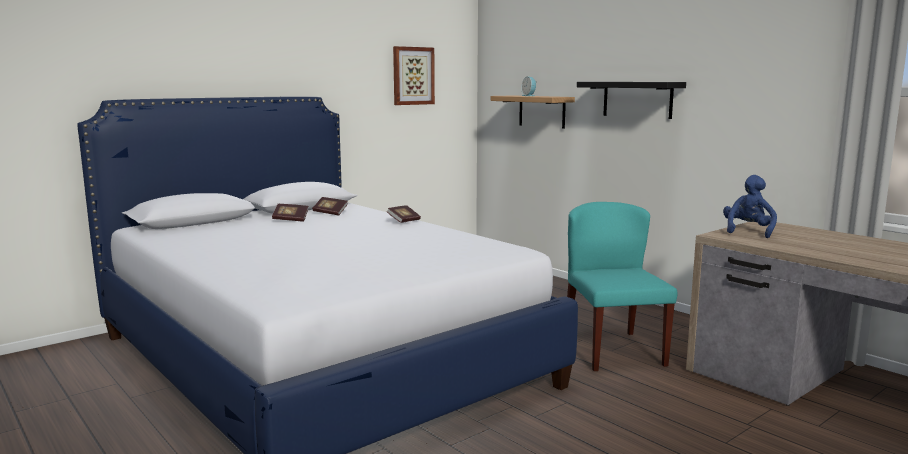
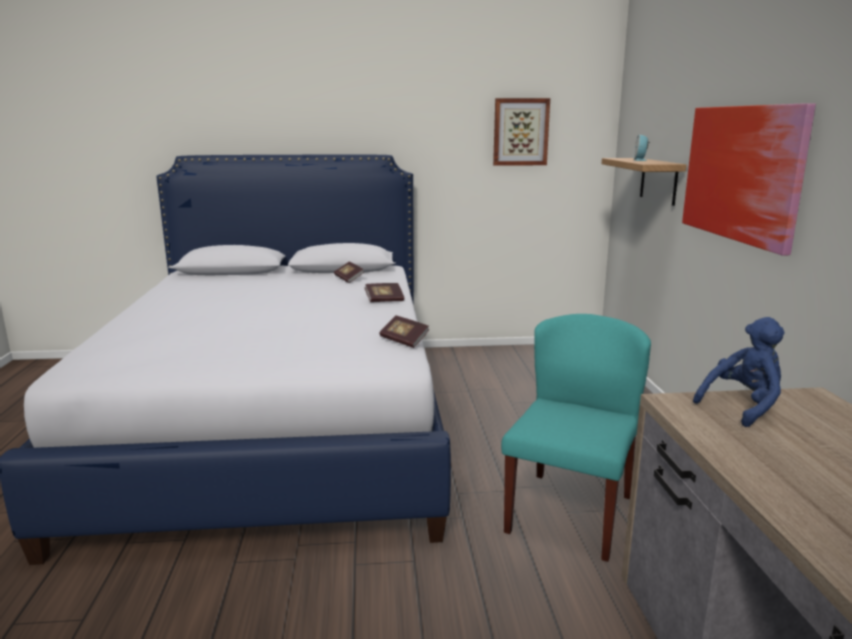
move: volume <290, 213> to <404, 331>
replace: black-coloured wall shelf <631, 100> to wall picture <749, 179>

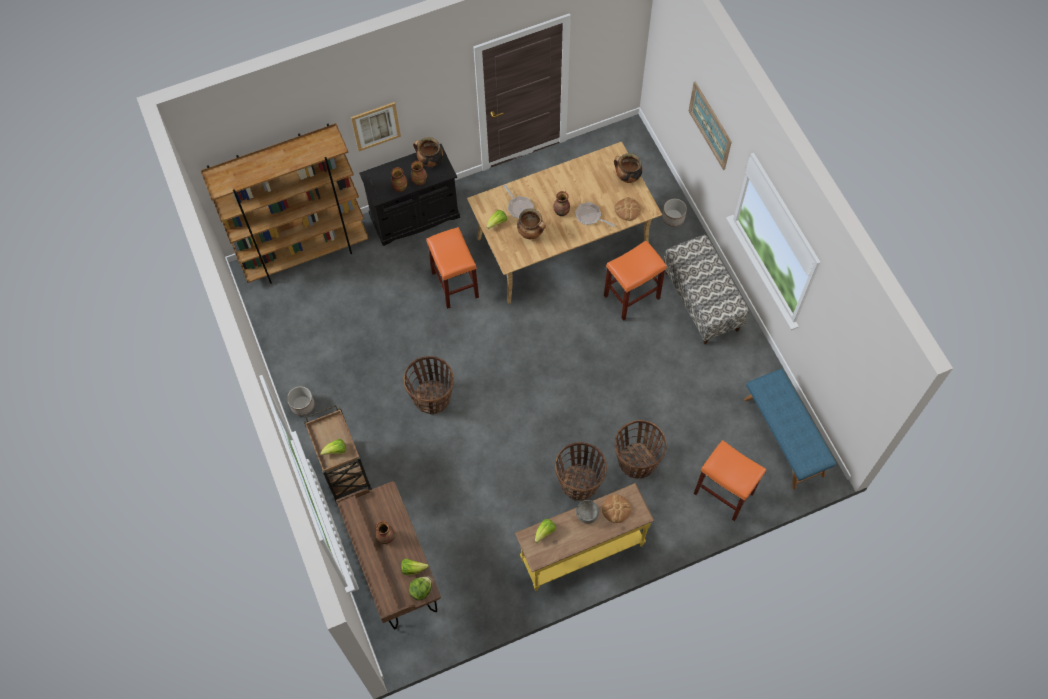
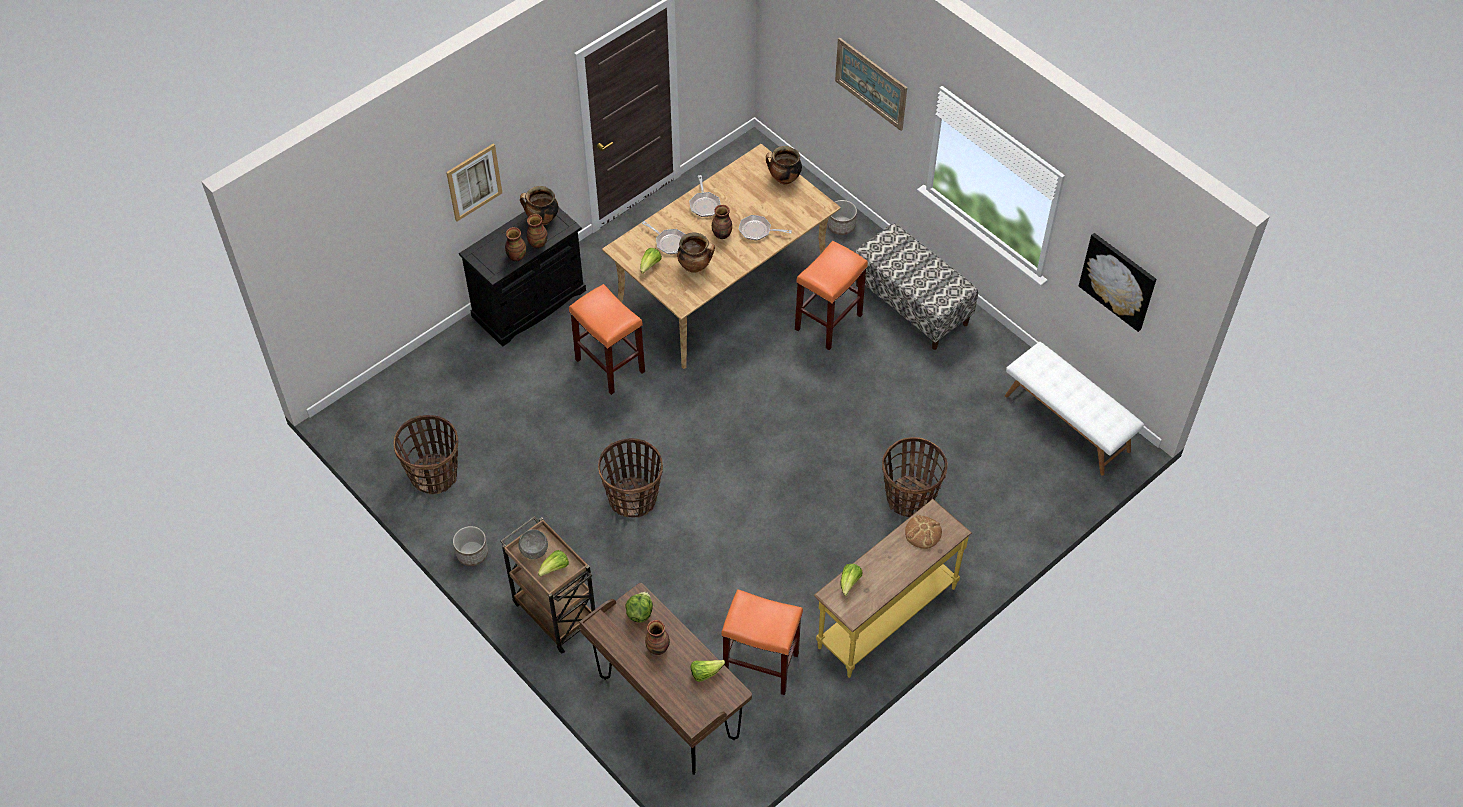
delete: brownish bookshelf <285, 203>; baked bread <627, 209>
insert: pan <705, 196>; wall picture <1117, 282>
move: basket <581, 471> to <425, 454>; grey deep dish <587, 512> to <533, 544>; head of lettuce <420, 589> to <639, 607>; orange stool <730, 480> to <762, 642>
recolor: blue indoor bench <790, 429> to white-coloured indoor bench <1074, 409>

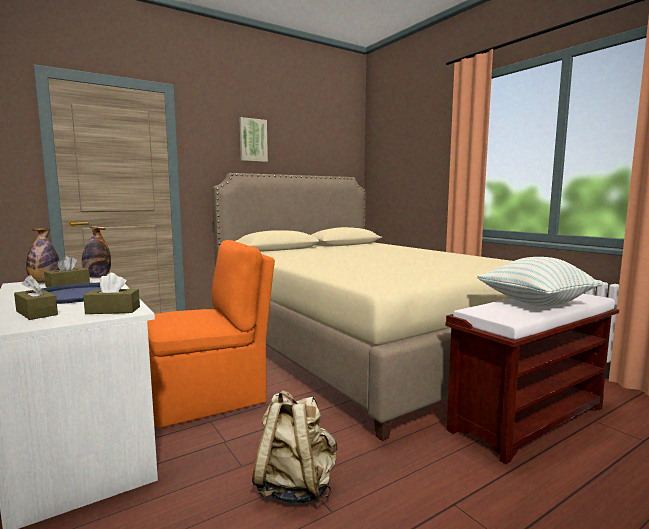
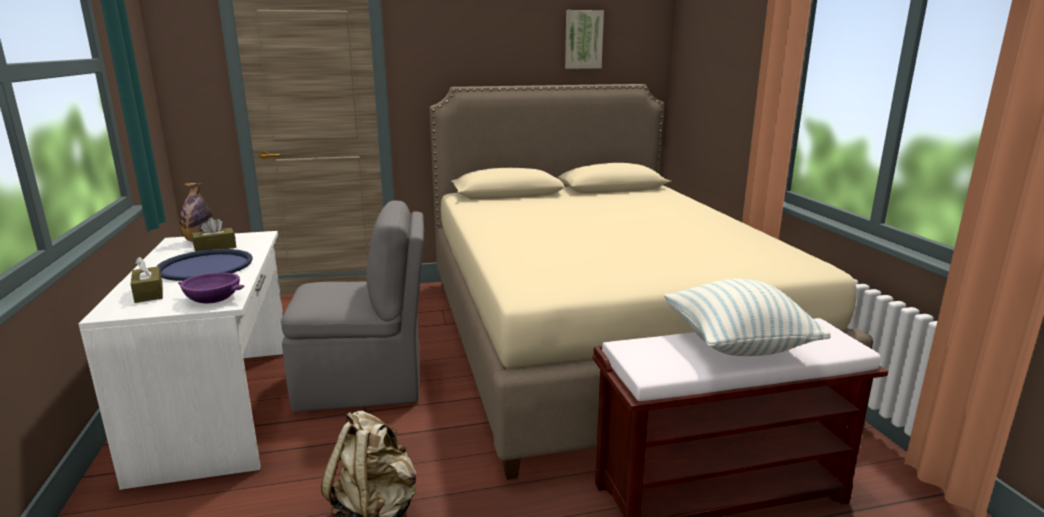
delete: drink bottle <96, 252>
move: wall picture <253, 139> to <584, 39>
replace: brownish tissue holder <111, 293> to purple deep dish <211, 288>
recolor: orange plain chair <211, 334> to grey plain chair <352, 306>

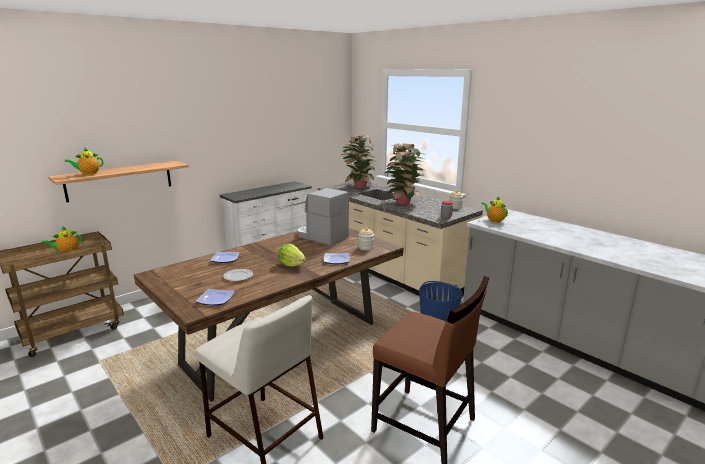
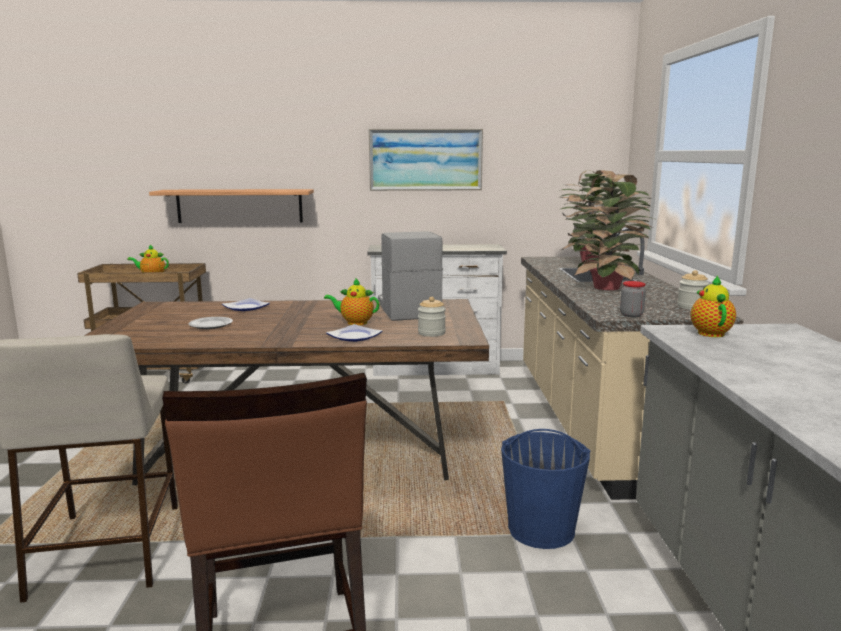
delete: plate <215, 297>; head of lettuce <292, 255>
insert: wall picture <426, 160>
move: tea pot <84, 161> to <351, 301>

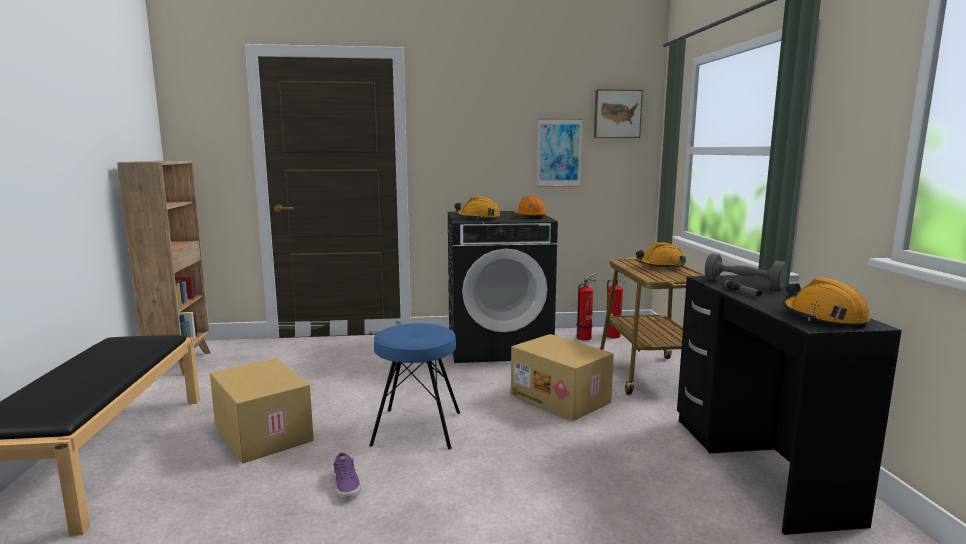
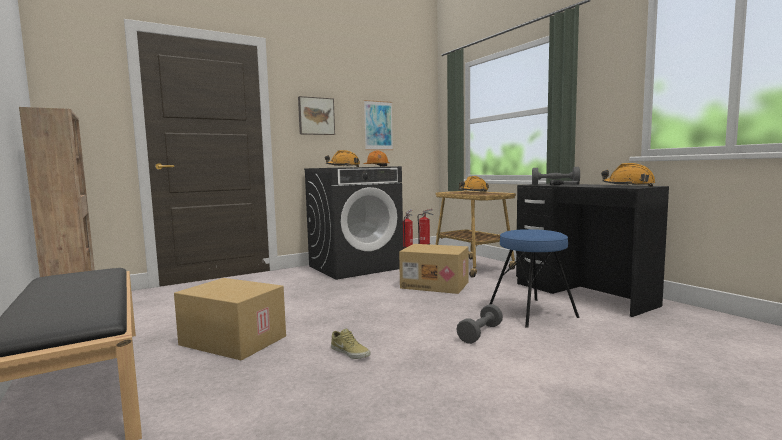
insert: grey dumbbell <479, 324>
move: wall picture <618, 113> to <316, 115>; blue stool <414, 386> to <534, 278>
recolor: purple low shoe <347, 475> to sand-coloured low shoe <350, 344>

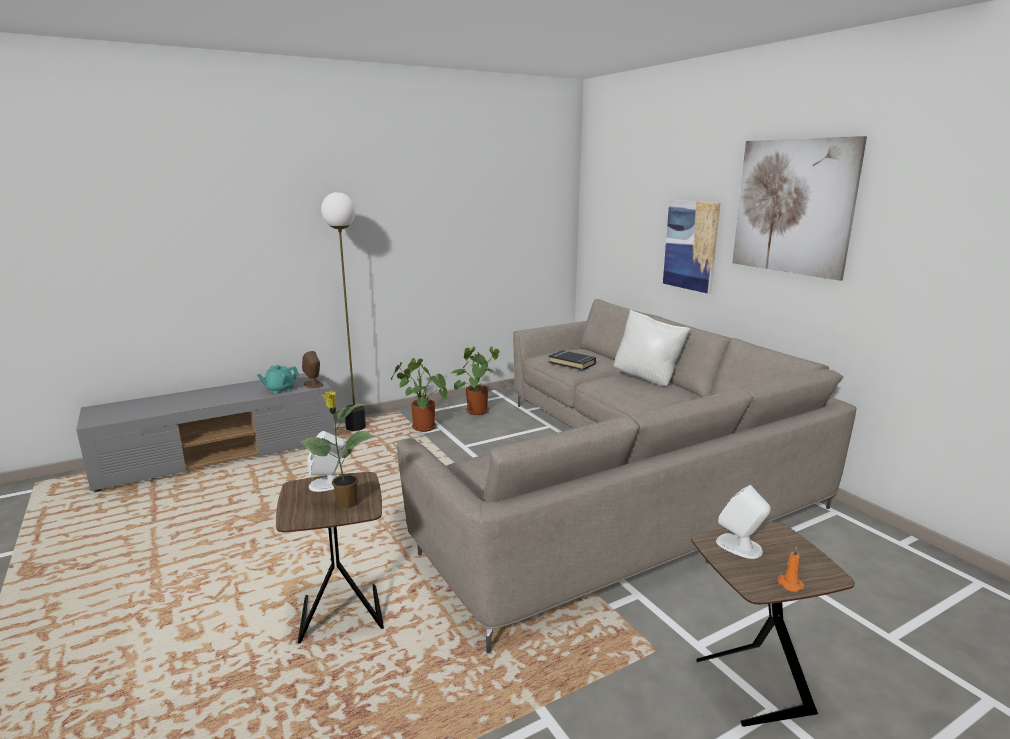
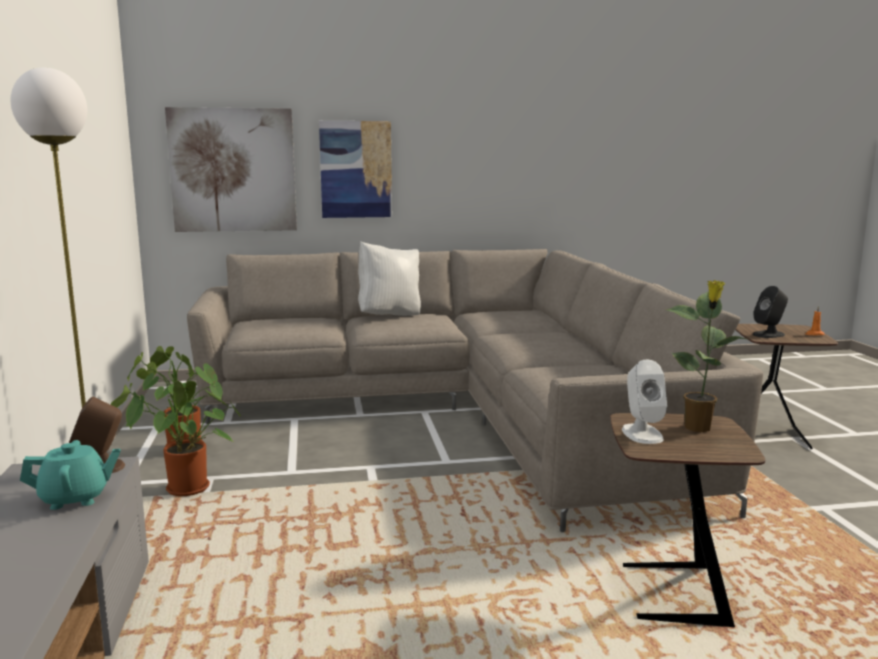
delete: black-coloured volume <572, 360>
move: wall picture <799, 208> to <231, 169>
recolor: white-coloured audio speaker <743, 522> to black-coloured audio speaker <770, 312>
rotate: turquoise tea pot <278, 379> = <70, 475> 90 degrees counterclockwise

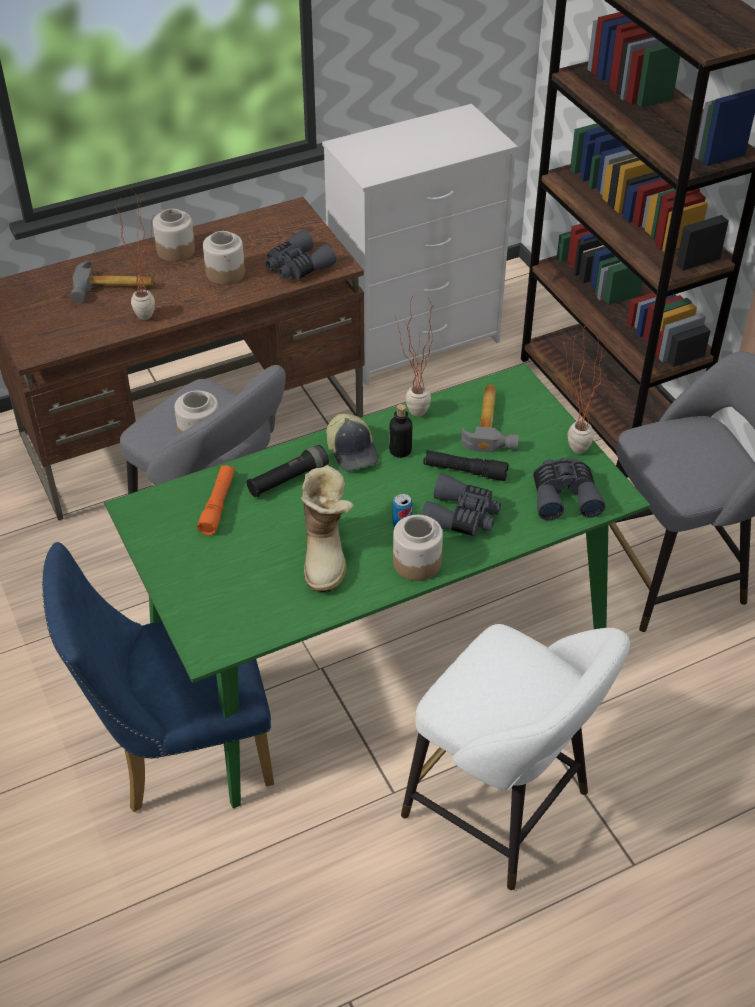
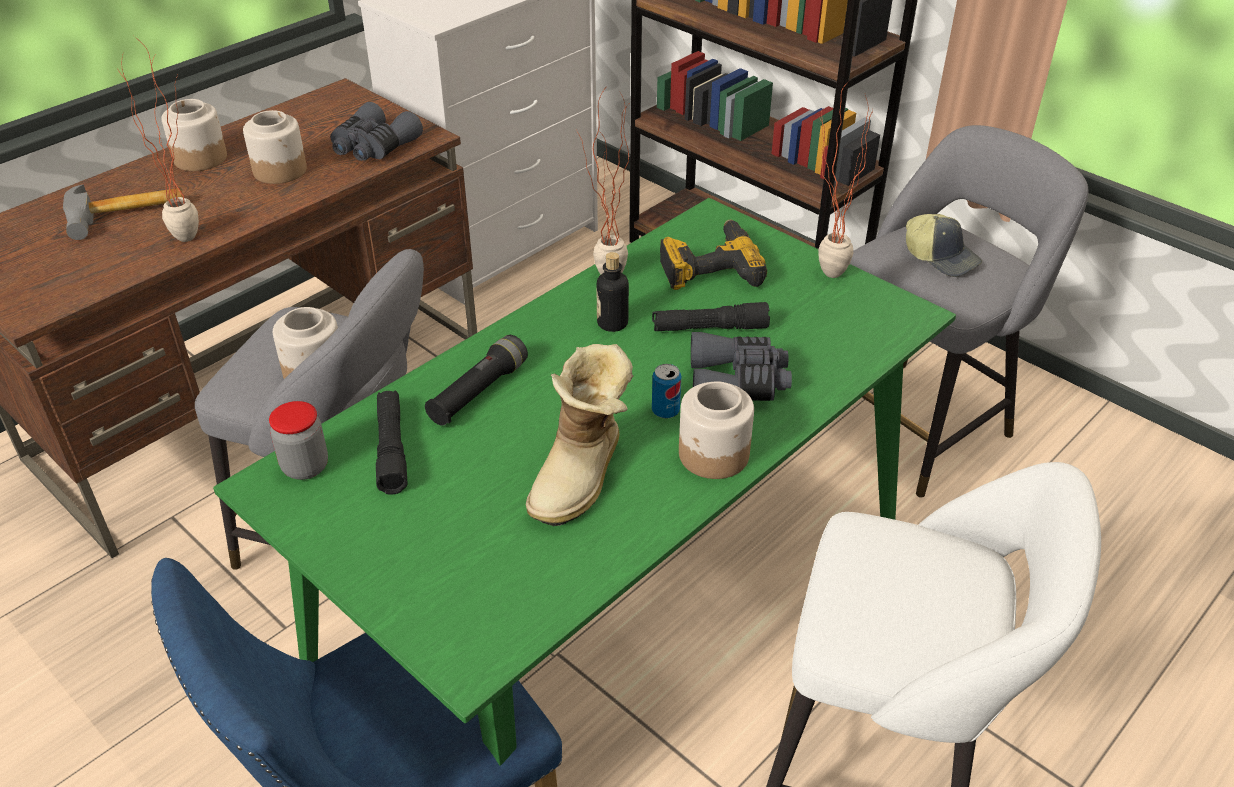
delete: grey field glasses <569, 489>
insert: preserve jar <298, 440>
move: baseball cap <352, 443> to <944, 245>
replace: tool hammer <490, 419> to power drill <713, 255>
recolor: orange hand torch <216, 500> to black-coloured hand torch <391, 442>
rotate: tall boot <327, 528> = <579, 435> 45 degrees clockwise

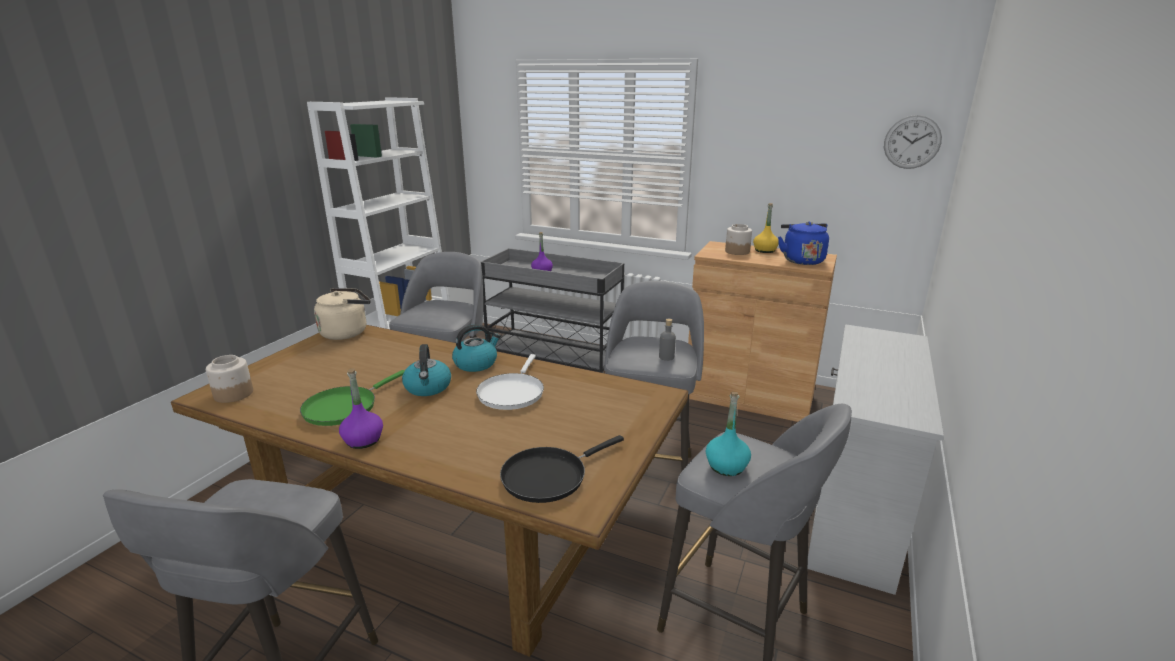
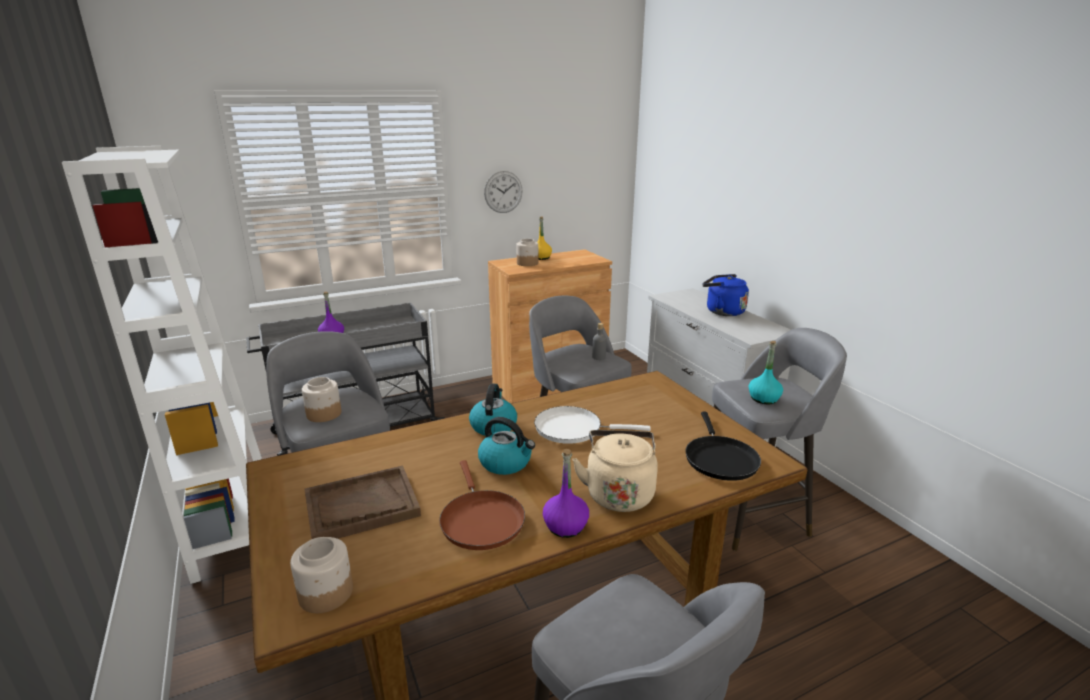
insert: preserve jar <321, 399>; brownish tray <363, 502>
move: hanging clock <913, 142> to <503, 192>; sand-coloured water kettle <342, 314> to <615, 471>; blue water kettle <803, 243> to <725, 295>
recolor: green pan <352, 398> to brownish pan <482, 505>
rotate: white-coloured pan <510, 382> = <592, 425> 135 degrees clockwise

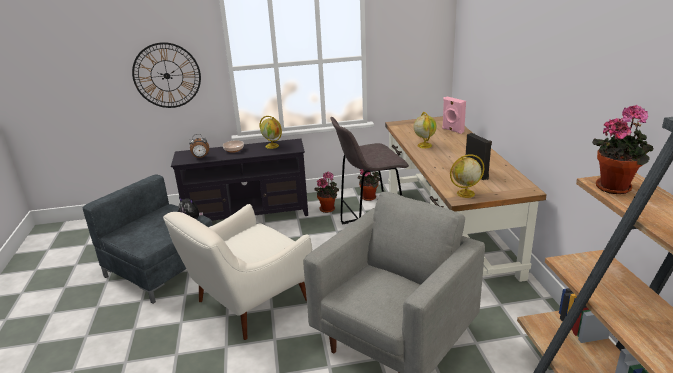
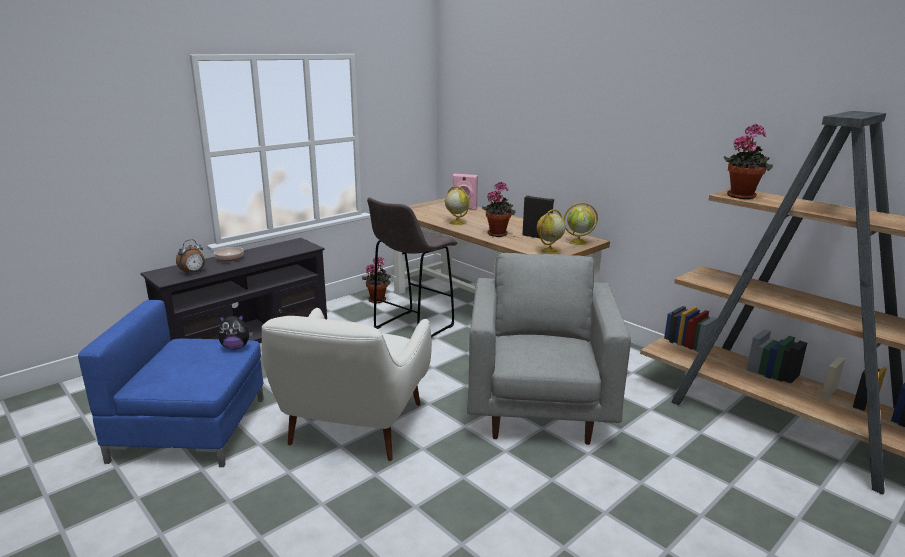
delete: hanging clock <166, 75>
move: houseplant <326, 192> to <499, 209>; desk globe <271, 132> to <580, 224>
recolor: grey armchair <148, 238> to blue armchair <171, 383>

